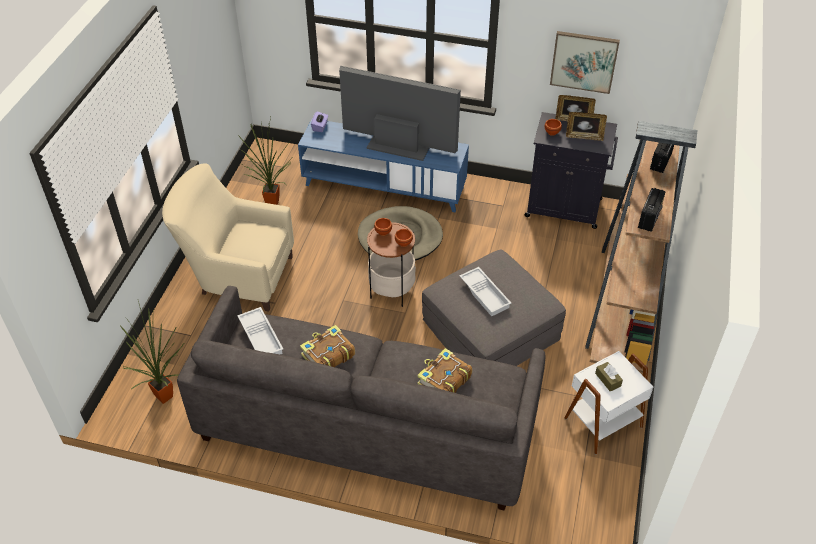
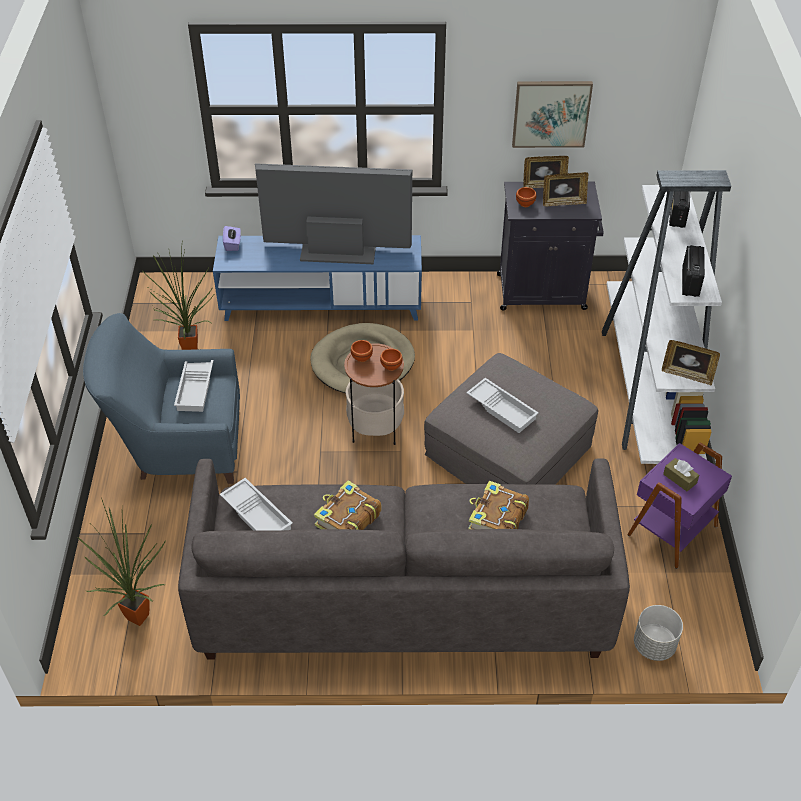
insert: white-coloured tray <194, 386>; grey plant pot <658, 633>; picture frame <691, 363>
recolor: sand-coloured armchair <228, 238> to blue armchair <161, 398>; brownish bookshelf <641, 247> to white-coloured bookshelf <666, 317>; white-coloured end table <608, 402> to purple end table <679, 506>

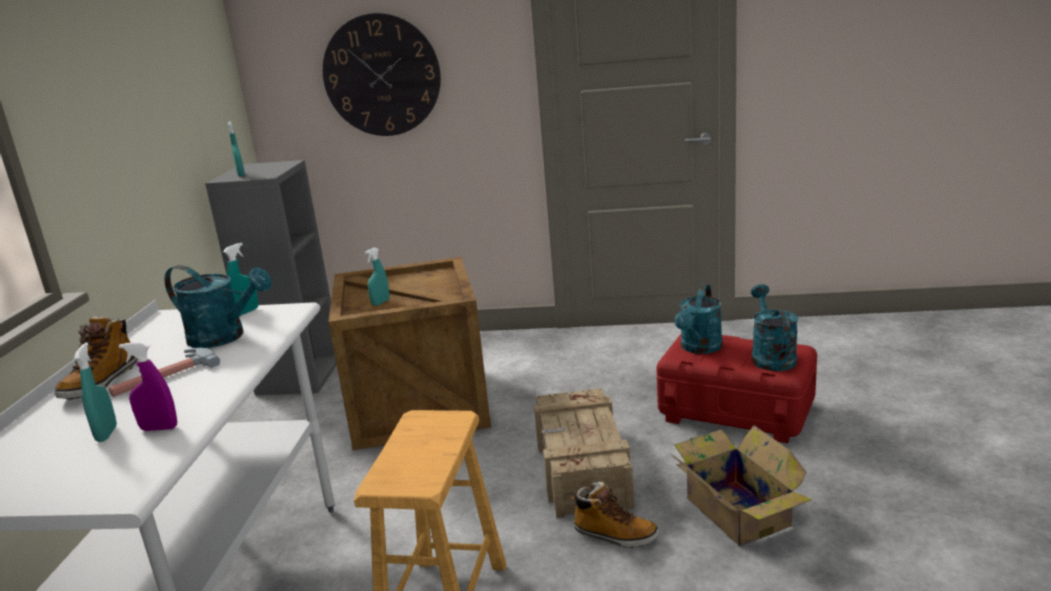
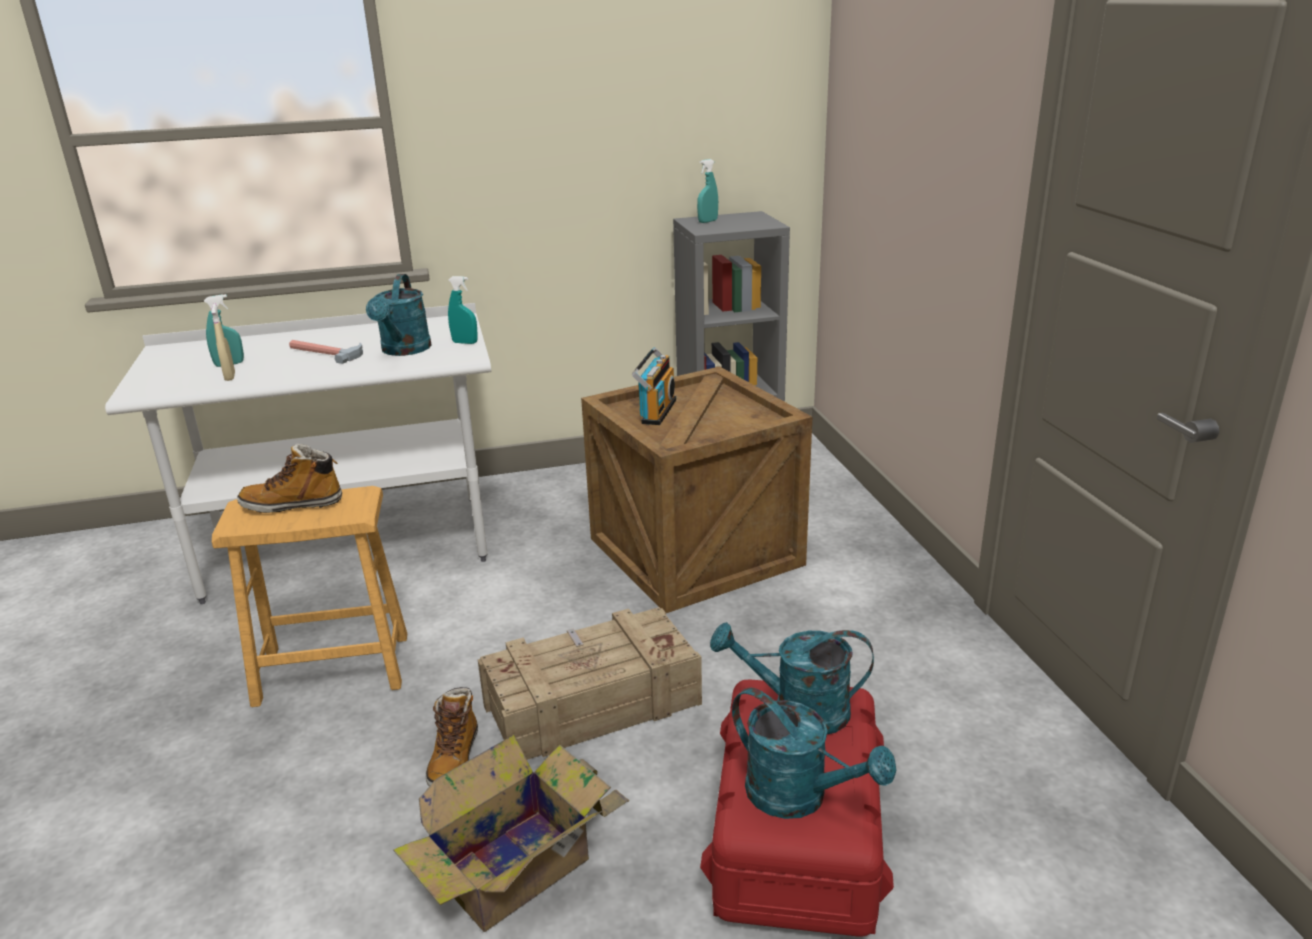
delete: hanging clock <382, 74>
move: tall boot <96, 357> to <289, 478>
replace: turquoise spray bottle <377, 277> to radio <654, 386>
recolor: purple spray bottle <148, 386> to sand-coloured spray bottle <223, 342>
rotate: turquoise sprinkling can <774, 327> = <814, 753> 60 degrees clockwise

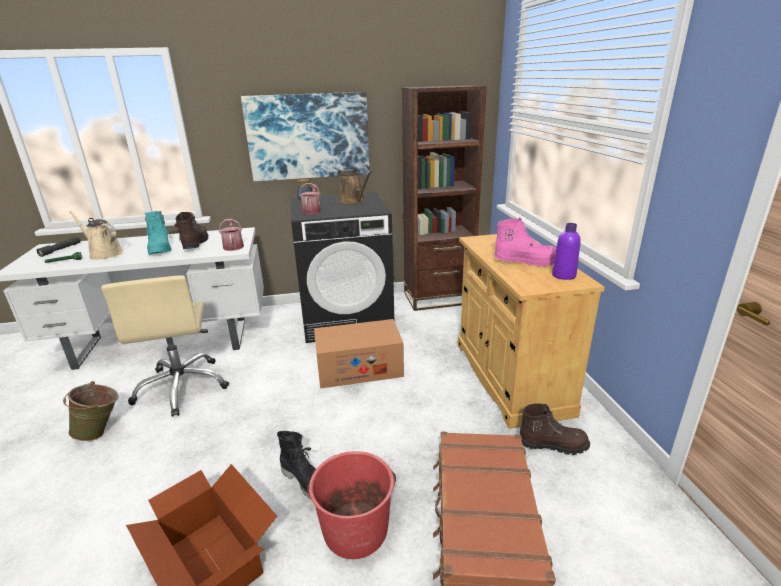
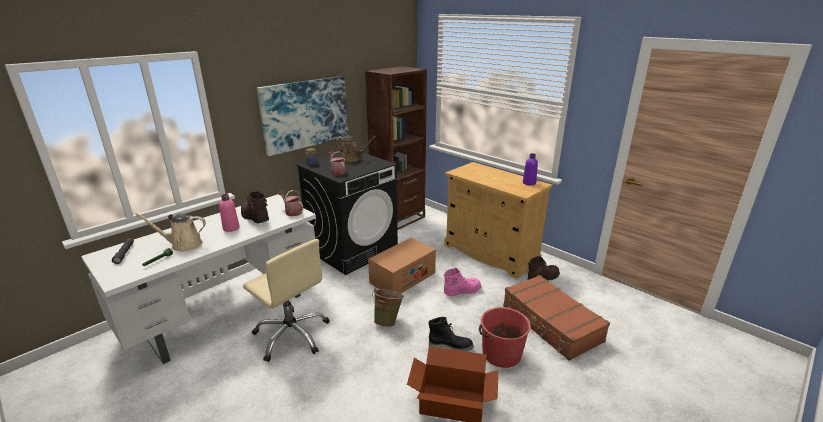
move: green water bucket <90, 411> to <388, 307>; pink tall boot <525, 242> to <462, 282>
replace: turquoise tall boot <158, 233> to pink drink bottle <229, 213>

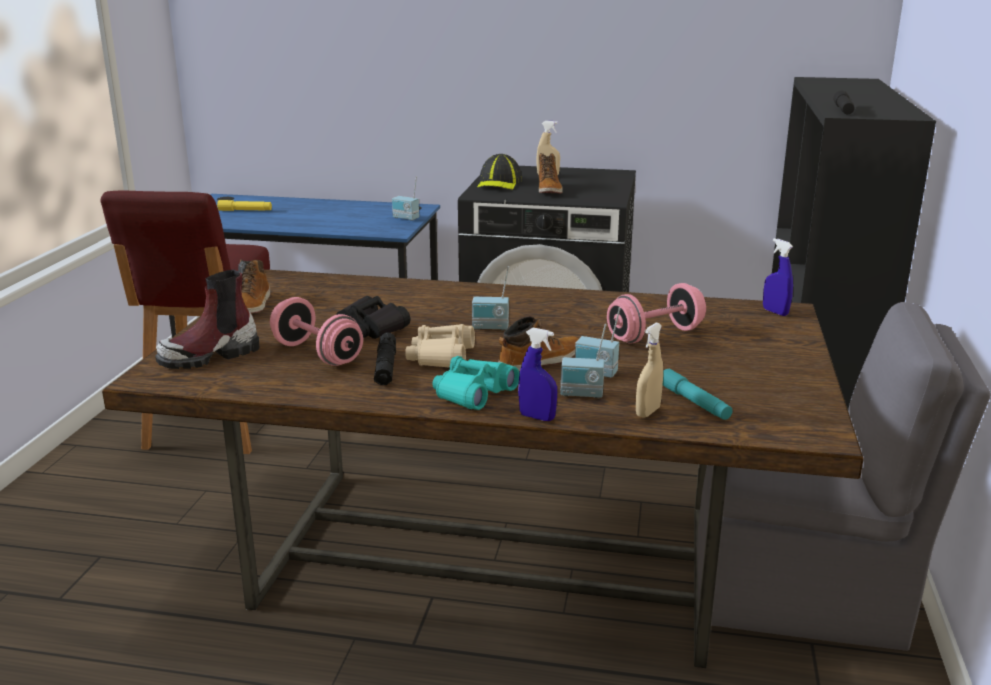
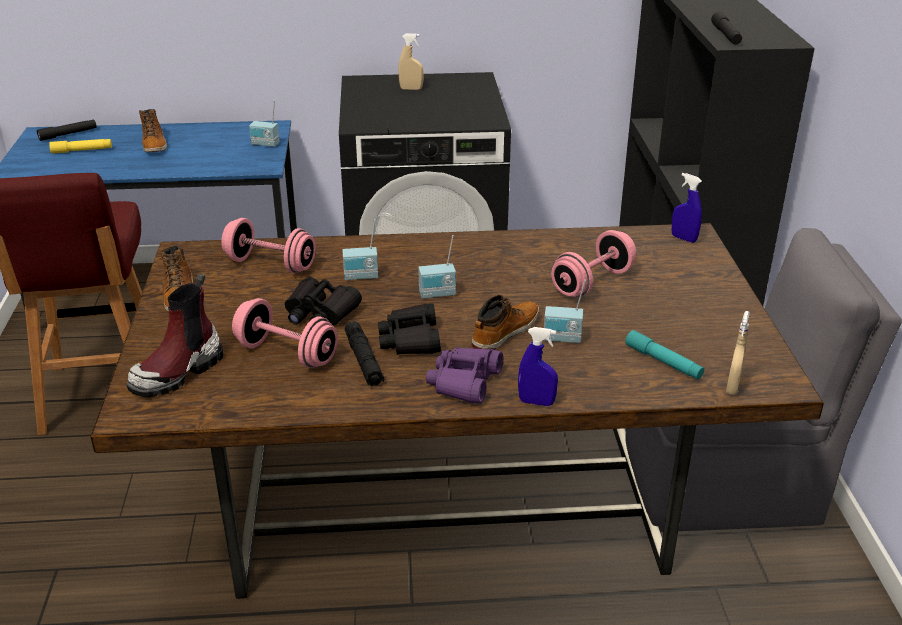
delete: baseball cap <499, 172>
insert: black-coloured hand torch <67, 130>; pink dumbbell <268, 245>
move: tall boot <551, 173> to <153, 130>; radio <583, 361> to <360, 250>; sand-coloured spray bottle <649, 370> to <738, 353>
recolor: sand-coloured field glasses <440, 345> to black-coloured field glasses <409, 329>; turquoise field glasses <476, 383> to purple field glasses <464, 375>

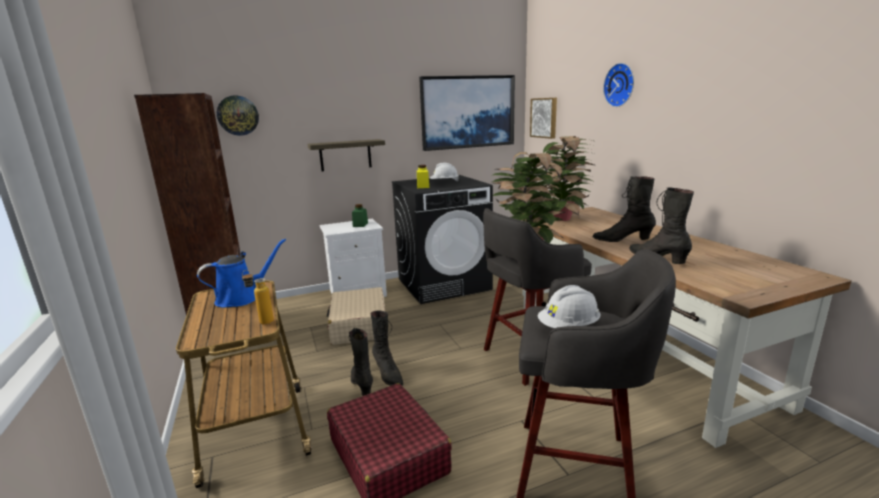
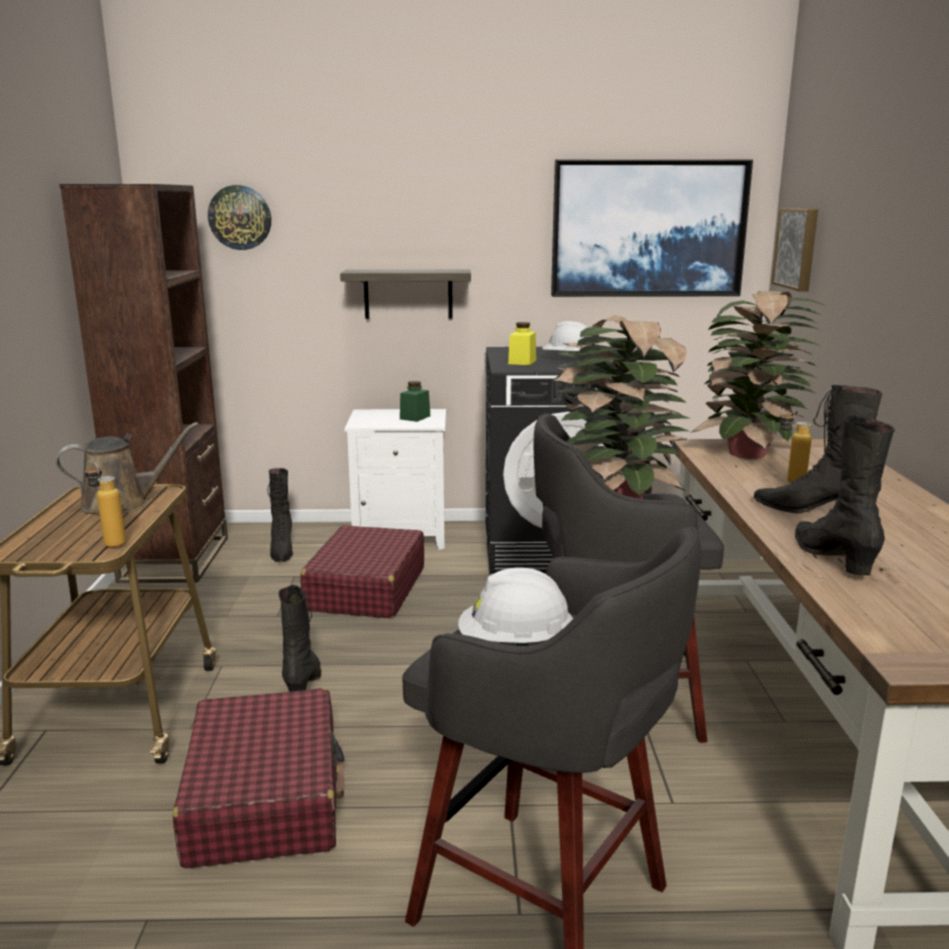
delete: hanging clock <618, 85>
insert: drink bottle <795, 445>
move: black-coloured tall boot <386, 348> to <280, 515>
recolor: blue sprinkling can <241, 273> to brownish sprinkling can <127, 468>; sand-coloured travel case <356, 316> to reddish travel case <362, 571>

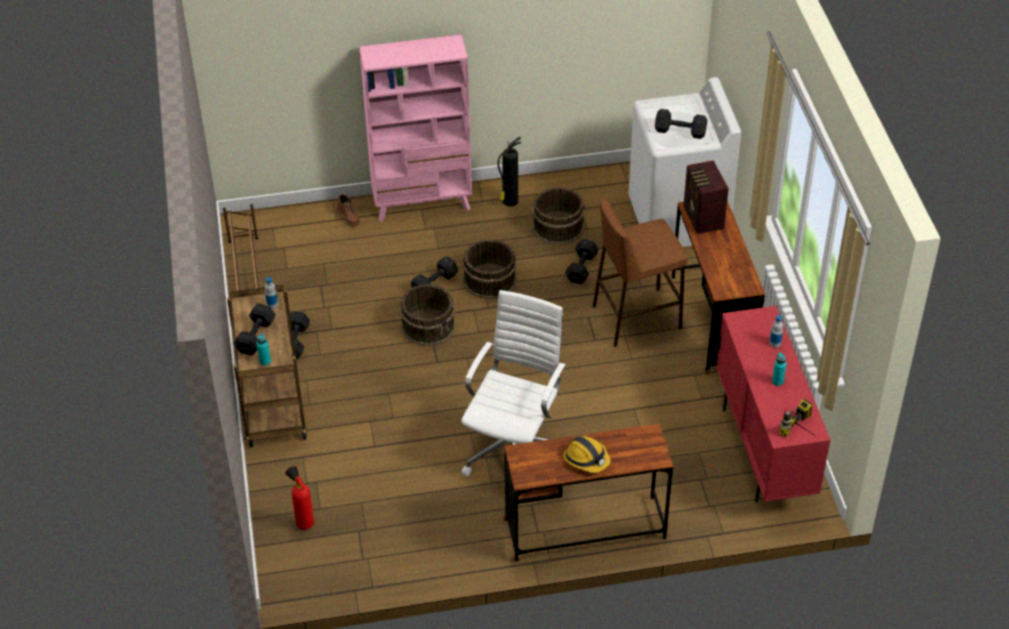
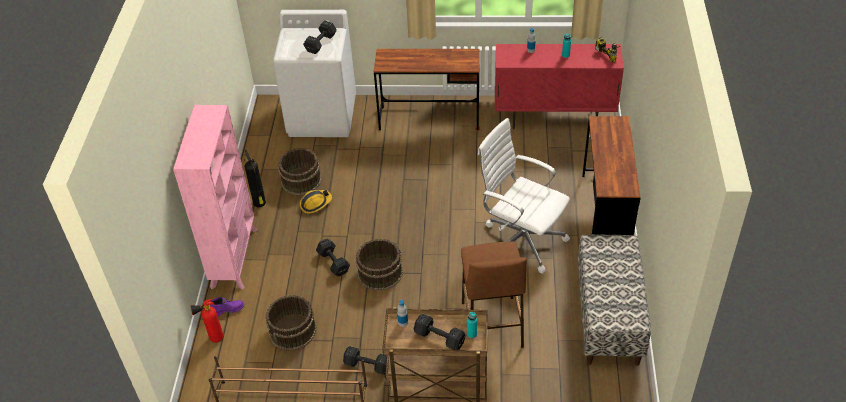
delete: black-coloured dumbbell <582, 261>; radio <706, 197>
insert: indoor bench <614, 300>
move: extinguisher <299, 498> to <207, 321>; brownish water bucket <490, 269> to <291, 323>; safety helmet <587, 454> to <316, 202>; brownish stool <640, 272> to <494, 294>
recolor: brownish tall boot <348, 210> to purple tall boot <227, 306>

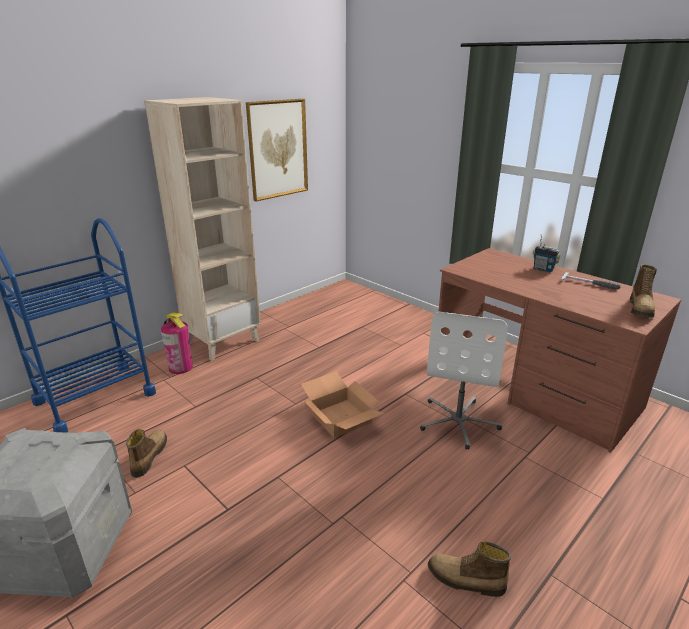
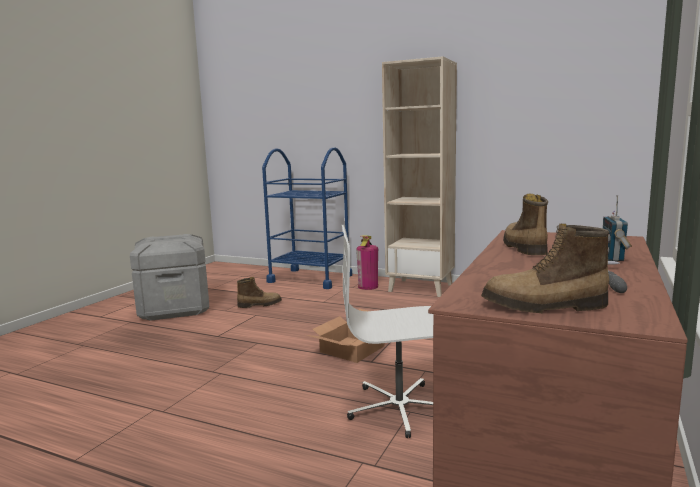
delete: wall picture <277, 150>
move: tall boot <469, 569> to <525, 224>

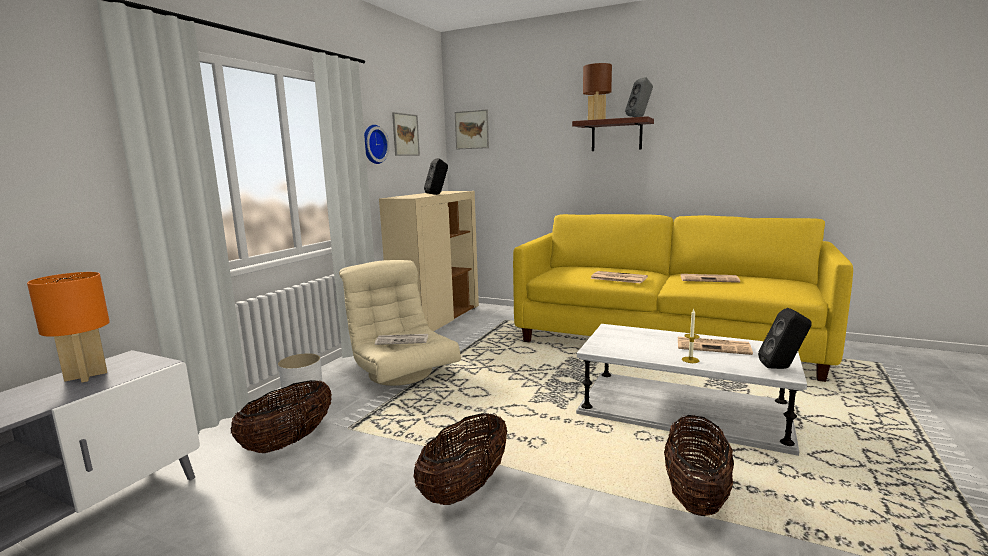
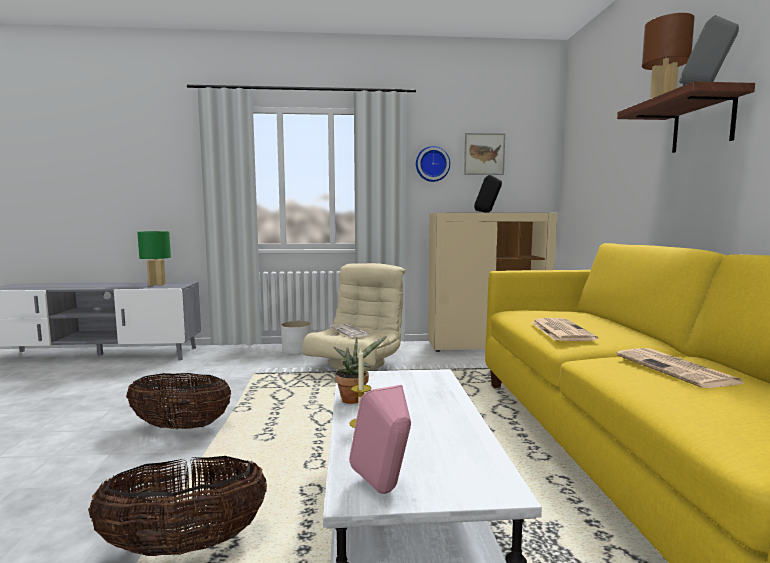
delete: basket <281, 416>; wall picture <472, 129>; newspaper <715, 346>
insert: houseplant <360, 370>
recolor: orange lamp for a table <68, 327> to green lamp for a table <154, 258>; black-coloured audio speaker <785, 338> to pink audio speaker <380, 439>

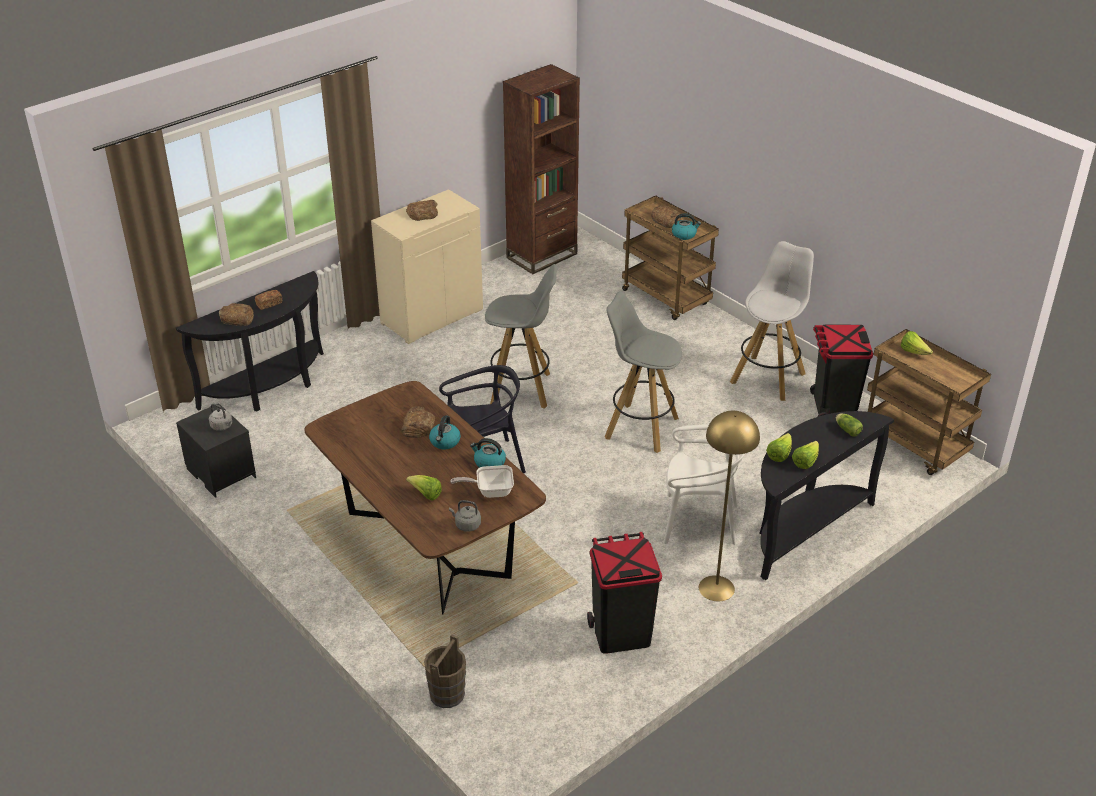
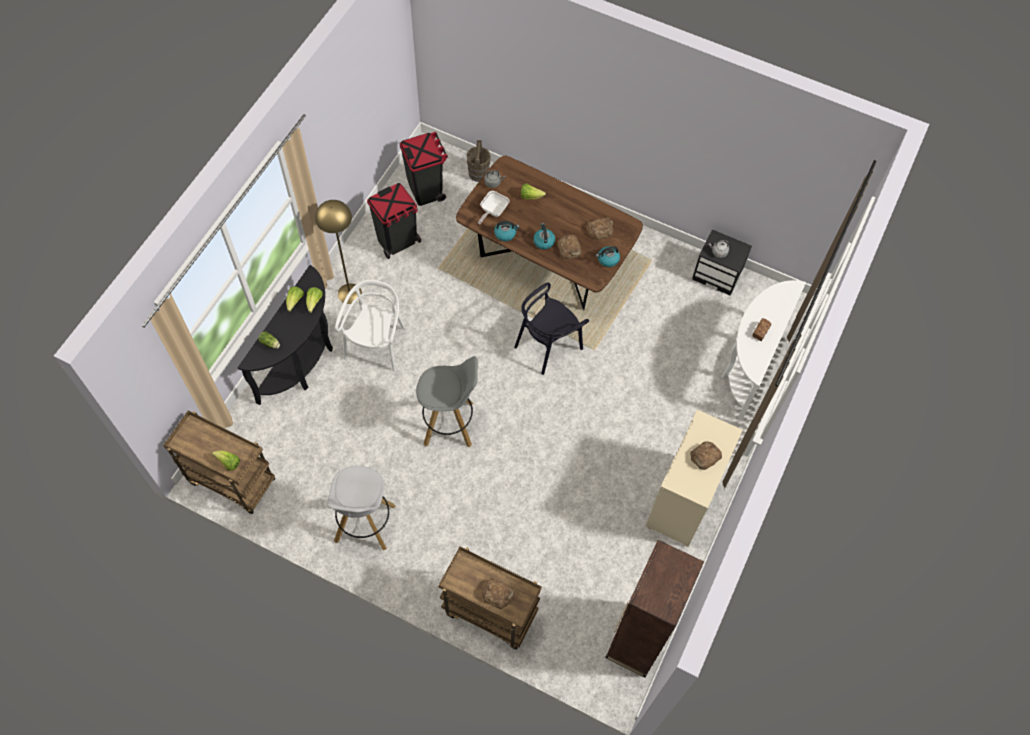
delete: grey stool <521, 336>
move: black-coloured trash can <841, 371> to <424, 169>; baked bread <236, 314> to <599, 228>; water kettle <686, 226> to <608, 256>
recolor: black-coloured hall table <250, 341> to white-coloured hall table <764, 349>
rotate: white-coloured plain chair <704, 485> = <370, 326> 120 degrees clockwise; pan <482, 481> = <494, 207> 150 degrees clockwise

